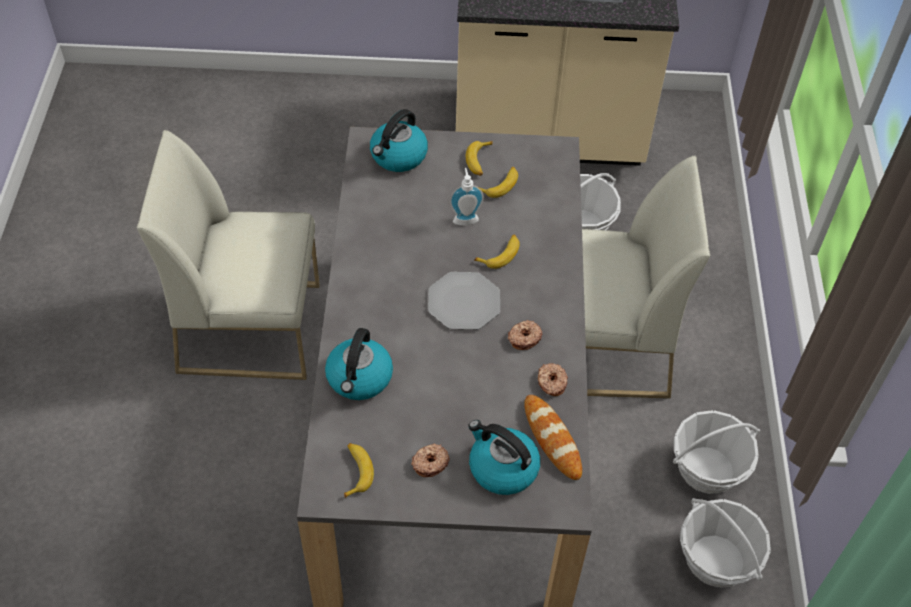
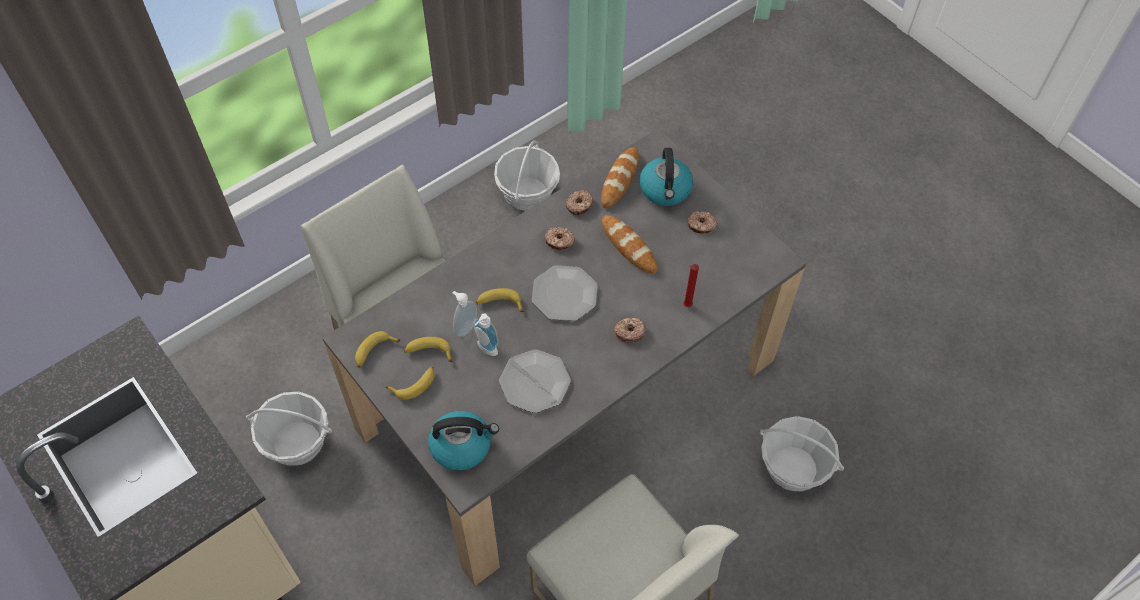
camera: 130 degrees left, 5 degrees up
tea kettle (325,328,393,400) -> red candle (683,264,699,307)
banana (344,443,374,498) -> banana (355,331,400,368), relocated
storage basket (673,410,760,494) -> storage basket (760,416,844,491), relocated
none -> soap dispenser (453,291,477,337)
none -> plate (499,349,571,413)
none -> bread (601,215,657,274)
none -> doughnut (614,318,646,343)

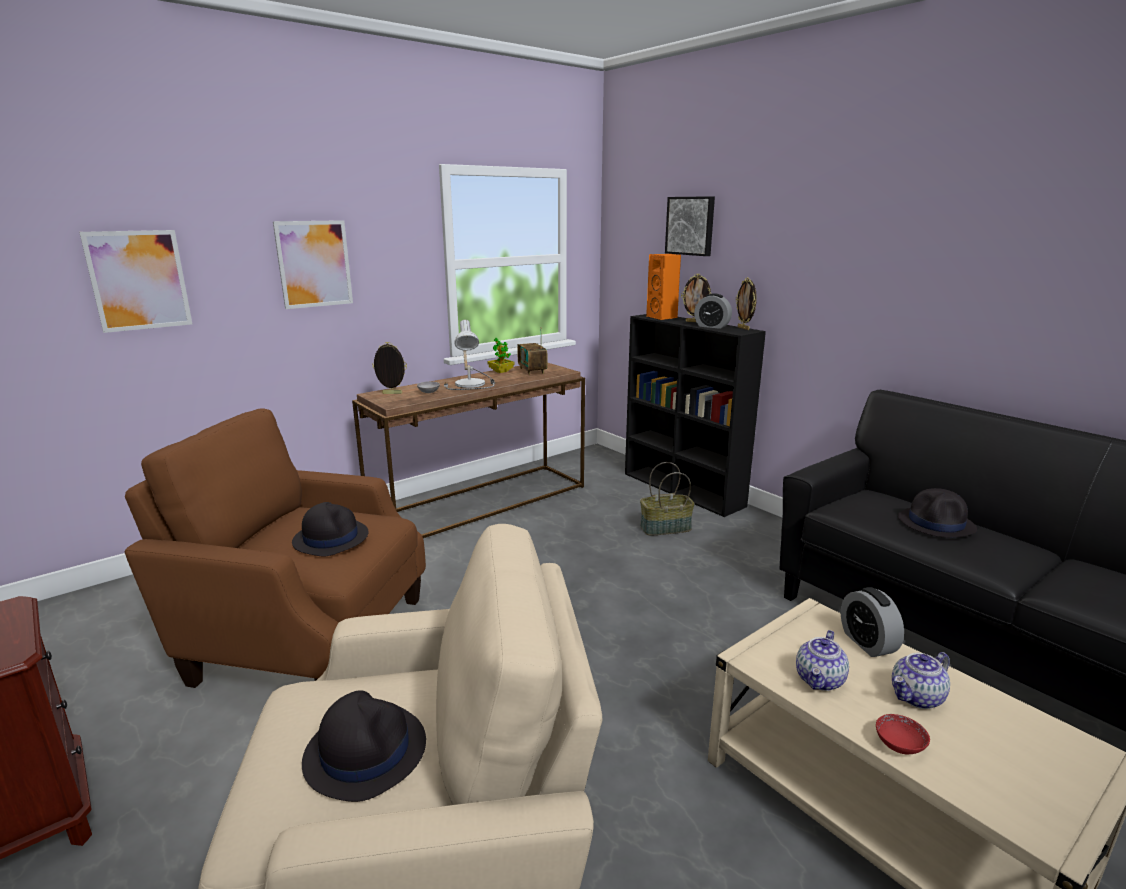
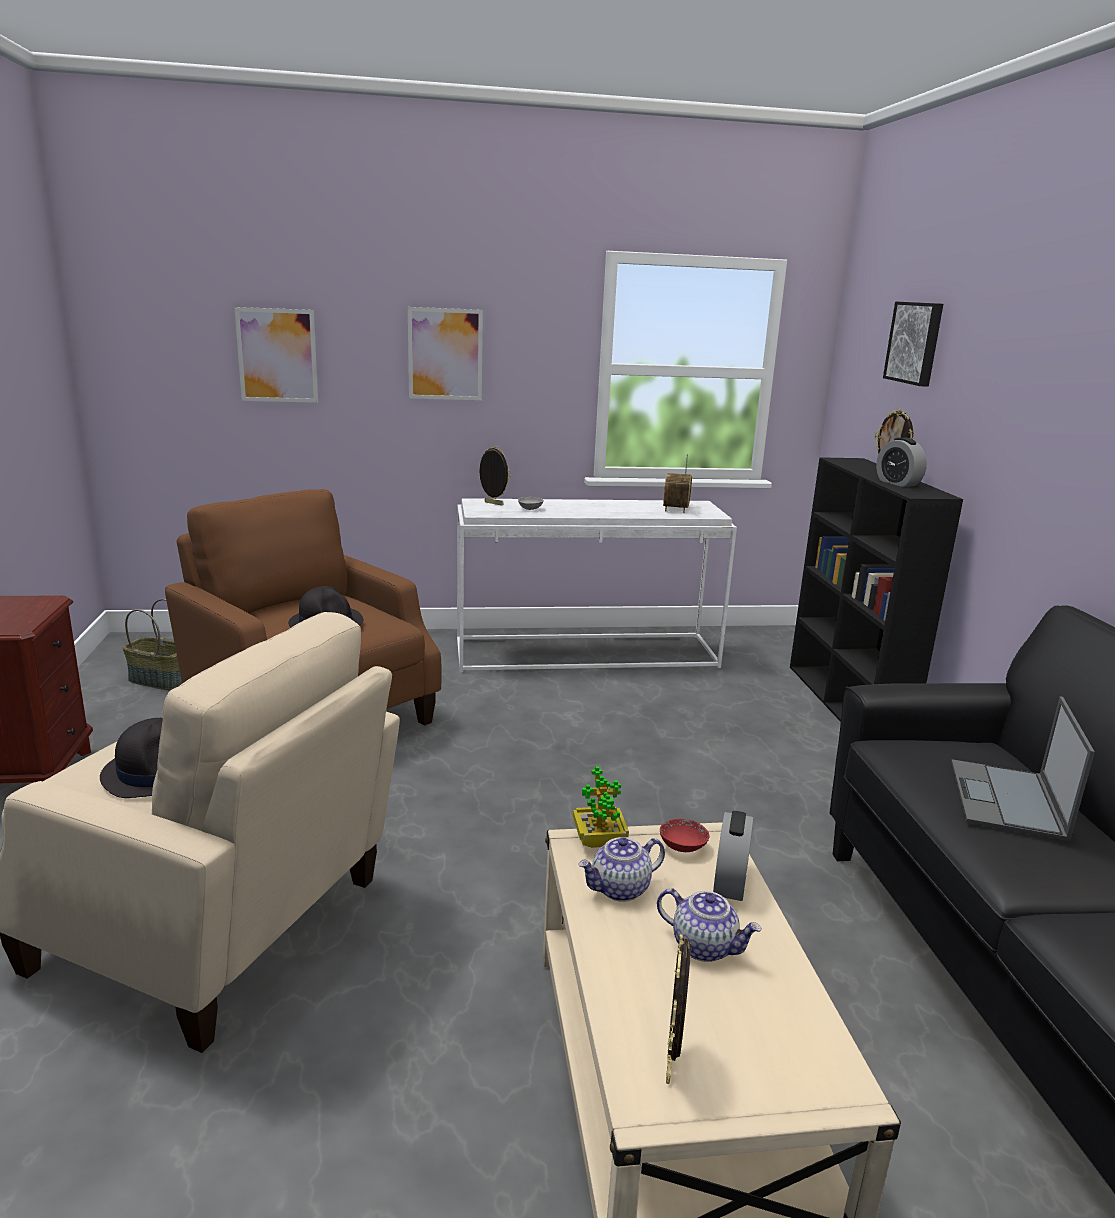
camera: 30 degrees right, 0 degrees up
brownish console table (352,363,585,538) -> white console table (457,498,737,672)
tabletop lamp (444,320,495,390) -> none
plant in a pot (487,338,515,373) -> plant in a pot (573,766,629,848), relocated
storage basket (640,462,695,535) -> storage basket (123,599,182,691), relocated
orange-coloured loudspeaker (646,254,681,320) -> none
standing frame (736,278,757,330) -> standing frame (666,934,691,1084), relocated
red serving bowl (876,714,930,754) -> red serving bowl (660,819,709,852), relocated
pot for tea (892,652,950,709) -> pot for tea (657,888,762,962), 150 degrees counterclockwise
black-coloured hat (898,488,977,538) -> laptop (951,696,1095,841)

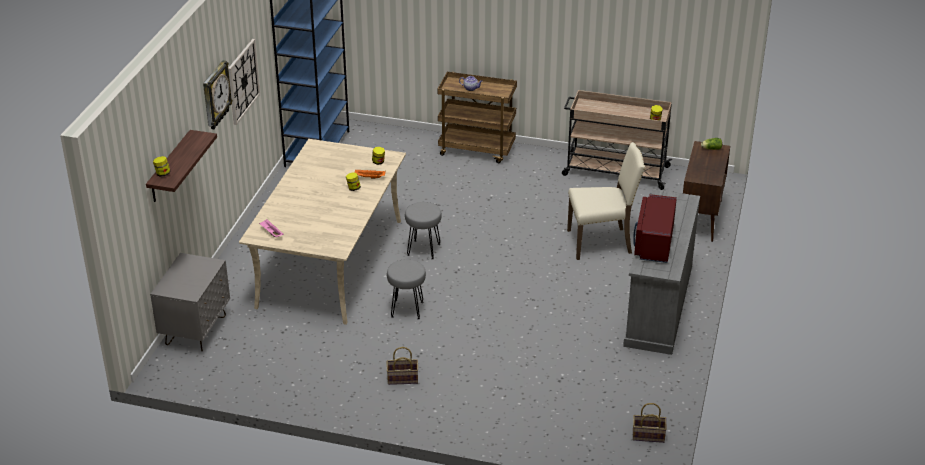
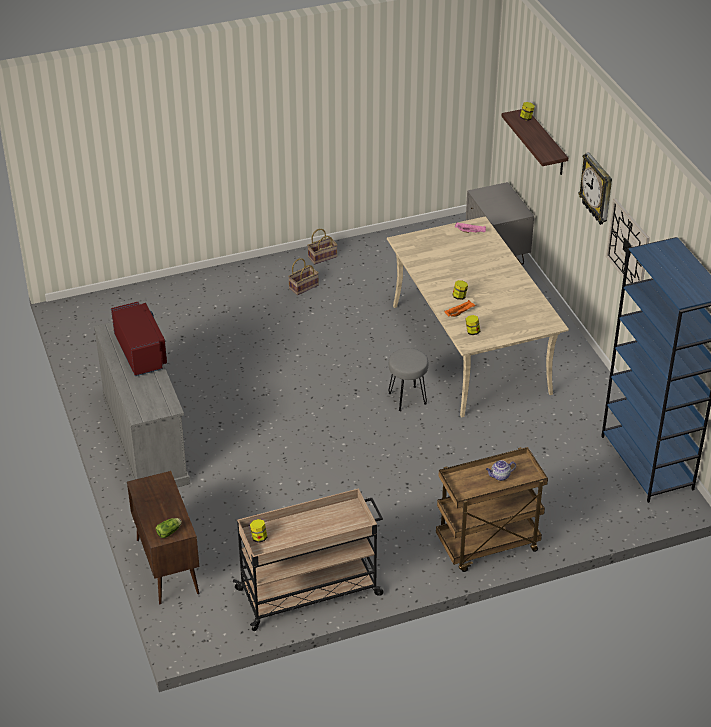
camera: 145 degrees right, 5 degrees up
greyish stool (387,259,426,320) -> none
beige-coloured plain chair (567,142,646,260) -> none
storage basket (633,403,667,443) -> storage basket (307,229,338,265), relocated

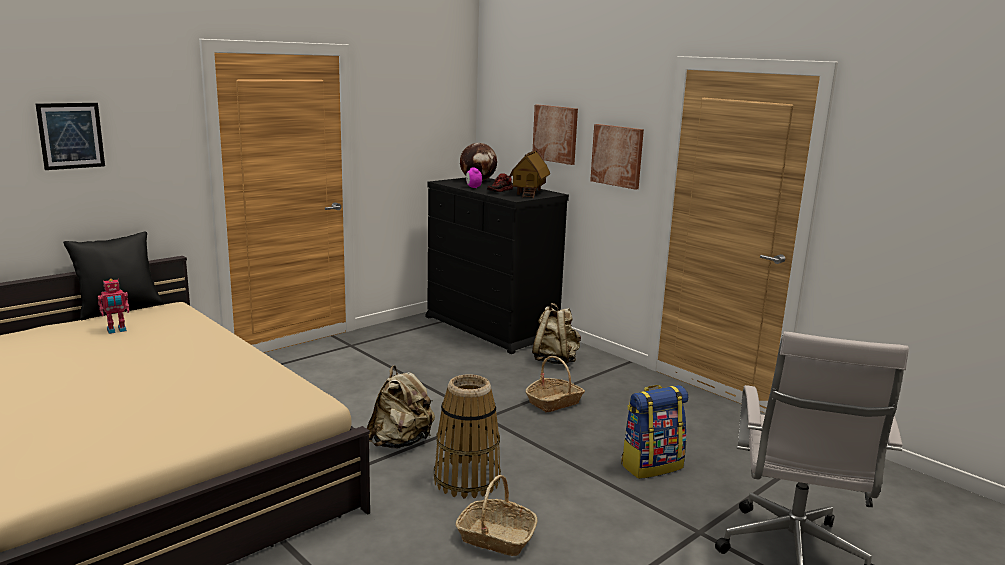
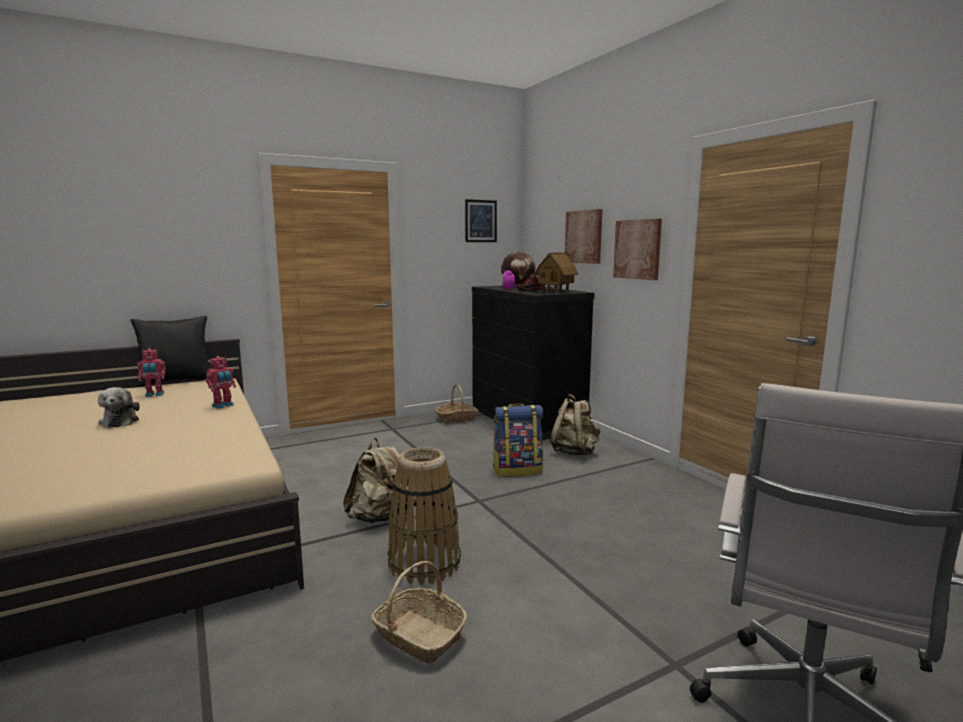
camera: 15 degrees right, 5 degrees down
picture (36,103,105,170) -> picture (465,199,497,242), relocated
storage basket (525,356,585,412) -> storage basket (435,384,479,423), relocated
knapsack (621,385,688,479) -> knapsack (493,404,543,477), relocated
none -> cuddly toy (98,387,140,428)
none -> model robot (206,356,236,409)

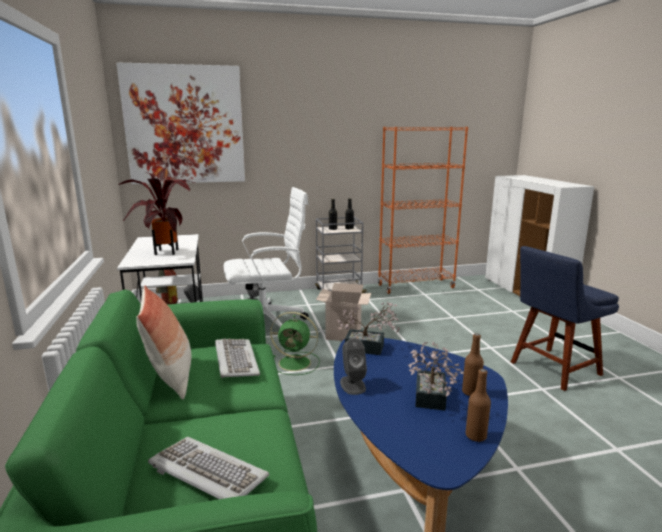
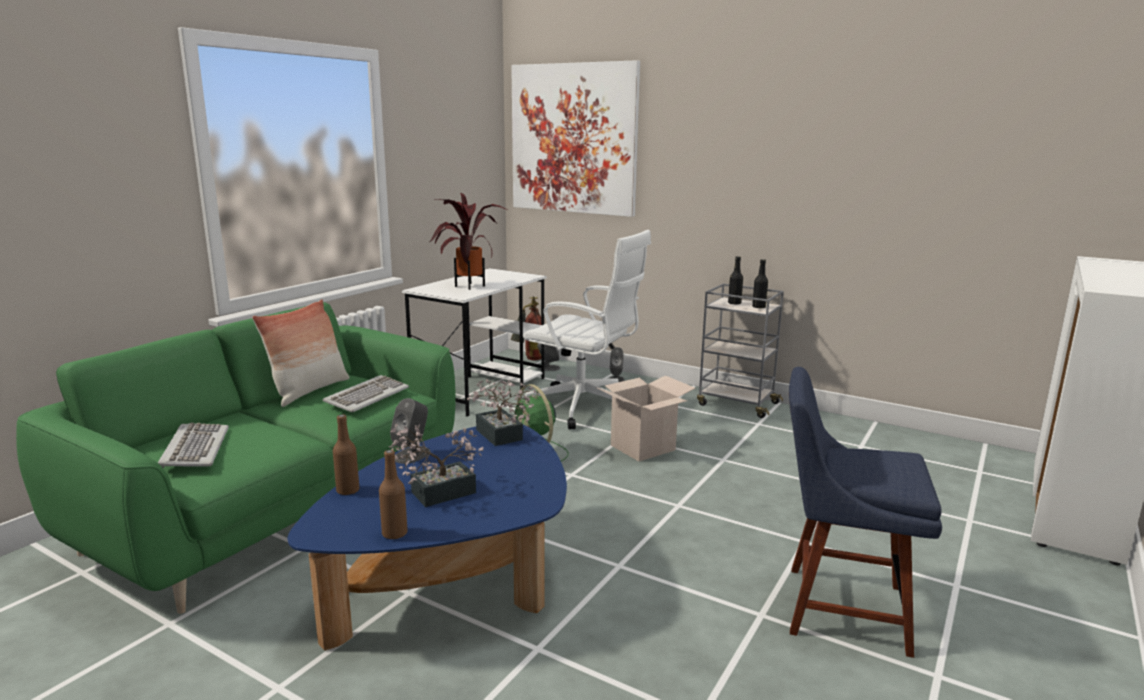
camera: 45 degrees right, 0 degrees up
orange-coloured bookcase (378,127,468,294) -> none
brownish drink bottle (462,333,484,396) -> brownish drink bottle (333,414,359,495), relocated

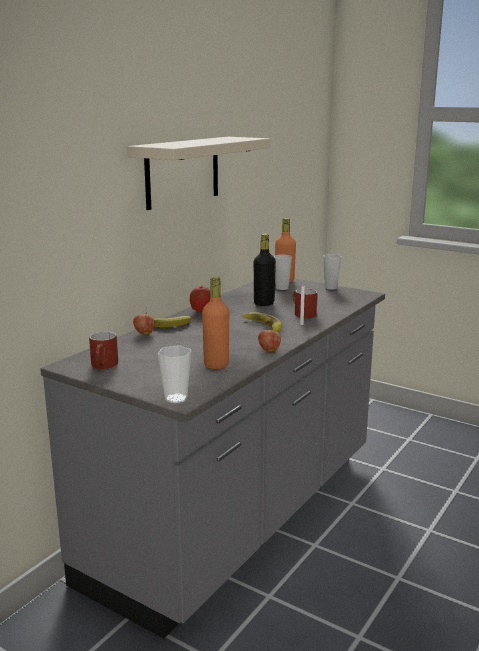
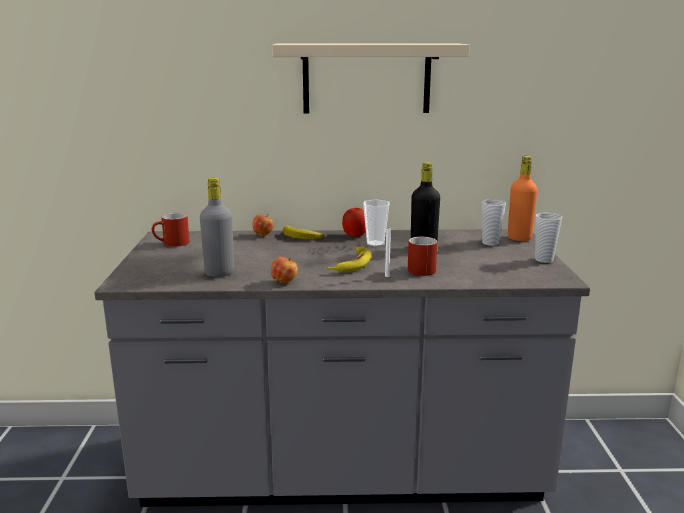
camera: 55 degrees right, 0 degrees up
small cup (158,345,191,403) -> small cup (363,199,389,247), relocated
orange-coloured drink bottle (202,276,229,369) -> greyish drink bottle (200,178,234,277)

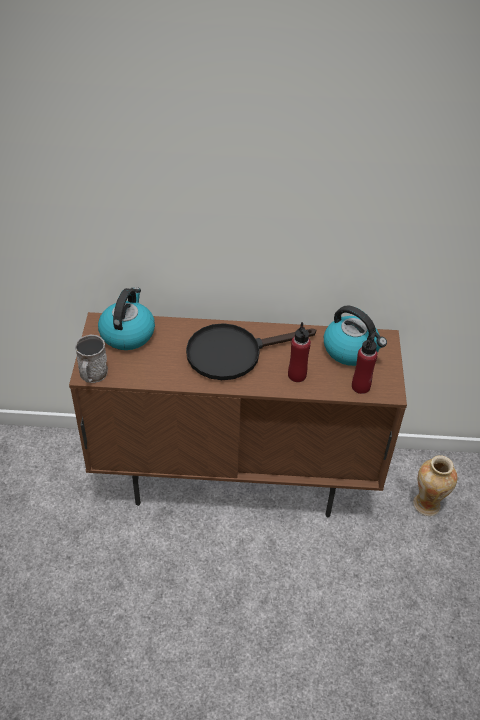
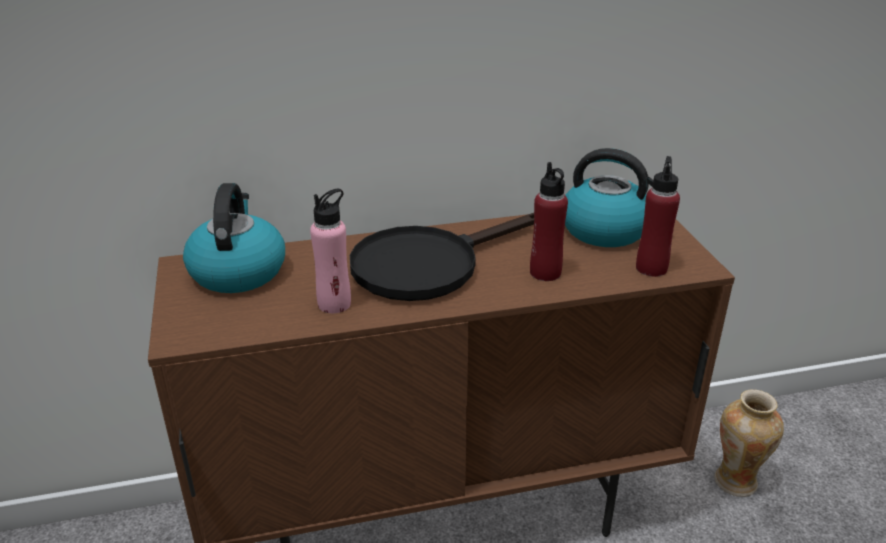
camera: 15 degrees left, 15 degrees down
greyish coffee mug (75,335,108,383) -> none
none -> pink drink bottle (310,189,351,313)

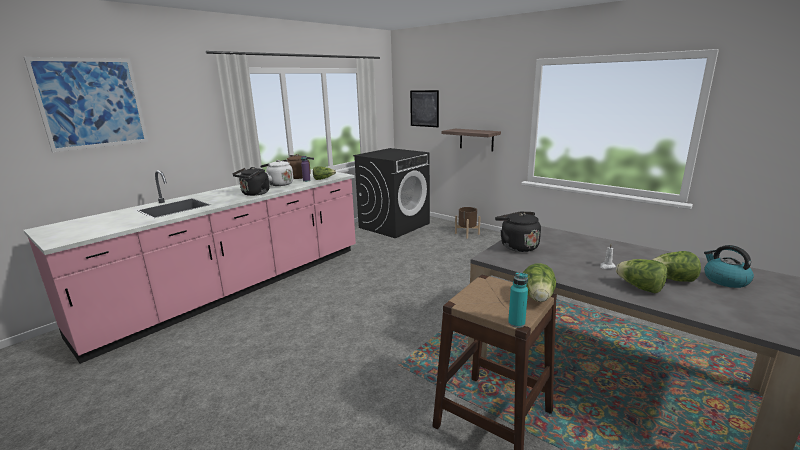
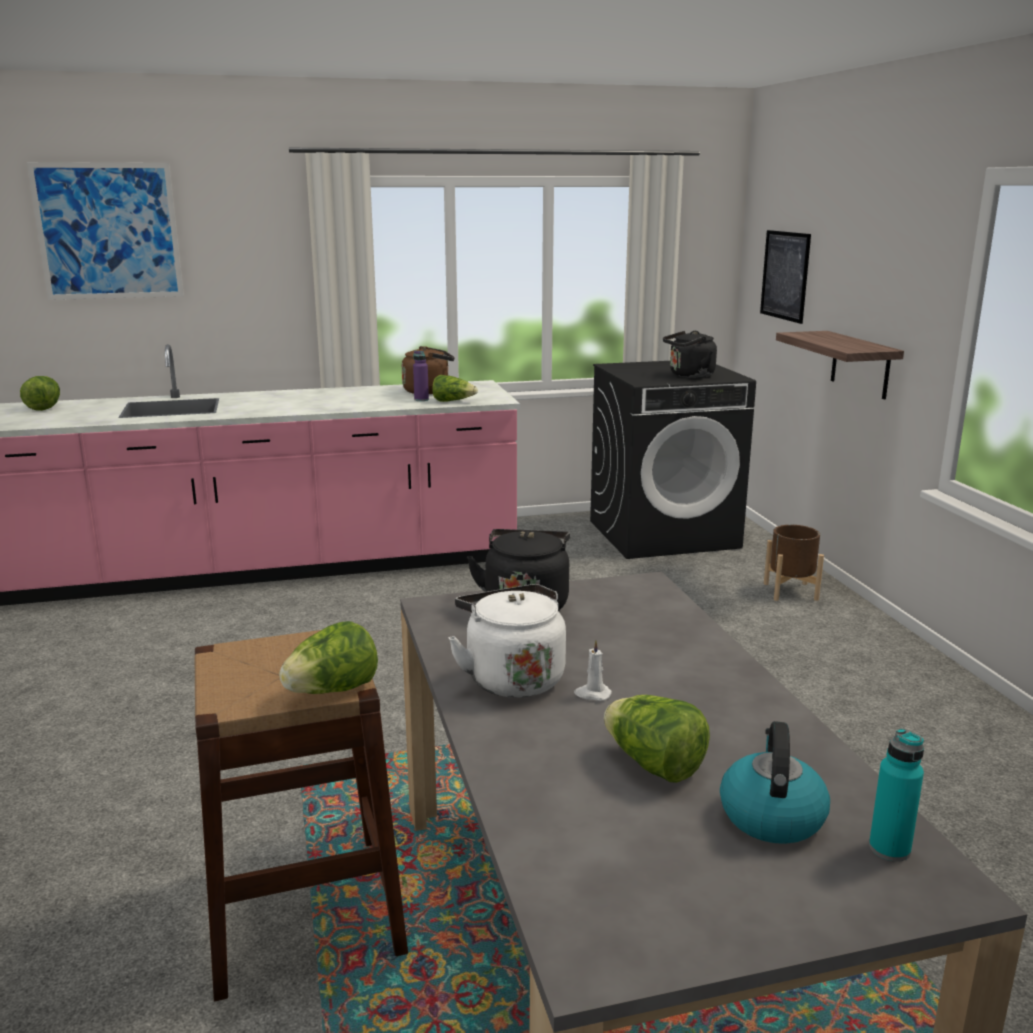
camera: 35 degrees right, 0 degrees up
black-coloured tea kettle (233,167,269,196) -> black-coloured tea kettle (663,331,717,378), relocated
white tea kettle (260,160,293,186) -> white tea kettle (448,584,566,698), relocated
turquoise drink bottle (508,272,528,328) -> turquoise drink bottle (869,729,924,862), relocated
lettuce head (616,259,667,293) -> lettuce head (20,376,60,411), relocated

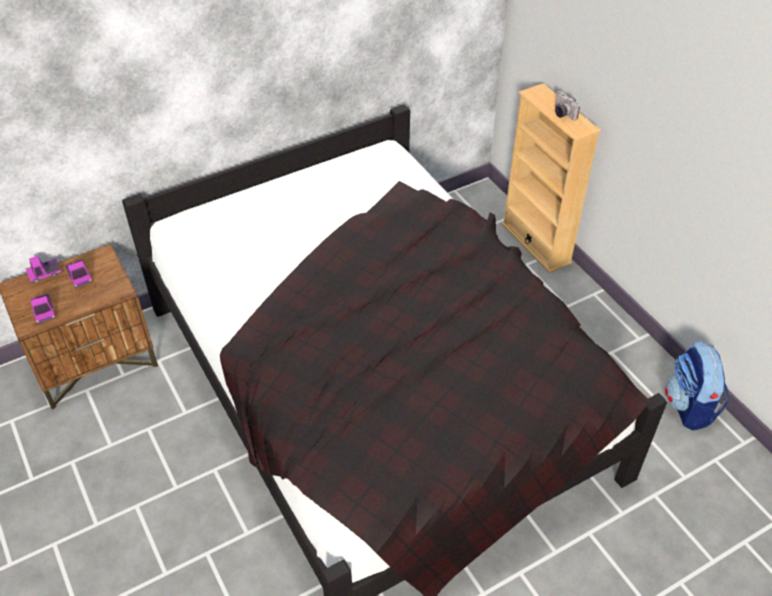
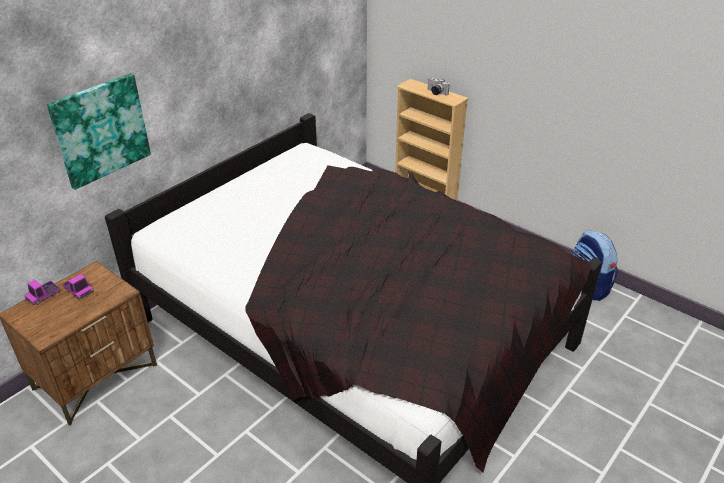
camera: 20 degrees left, 10 degrees down
model truck (30,294,56,324) -> none
none -> picture (47,73,151,190)

